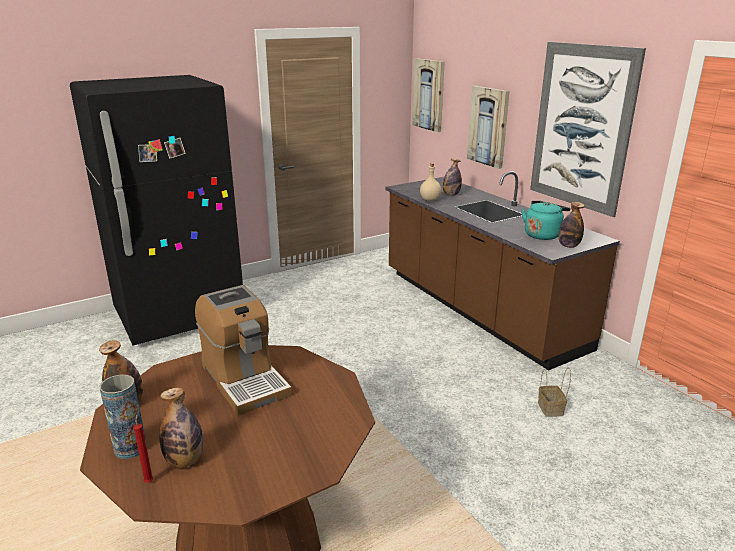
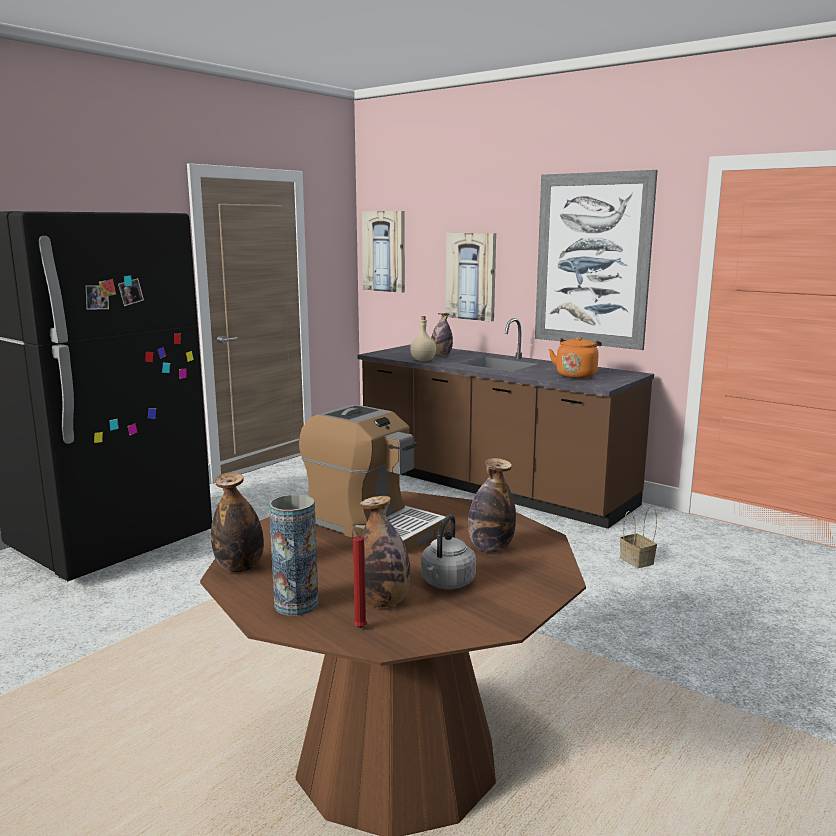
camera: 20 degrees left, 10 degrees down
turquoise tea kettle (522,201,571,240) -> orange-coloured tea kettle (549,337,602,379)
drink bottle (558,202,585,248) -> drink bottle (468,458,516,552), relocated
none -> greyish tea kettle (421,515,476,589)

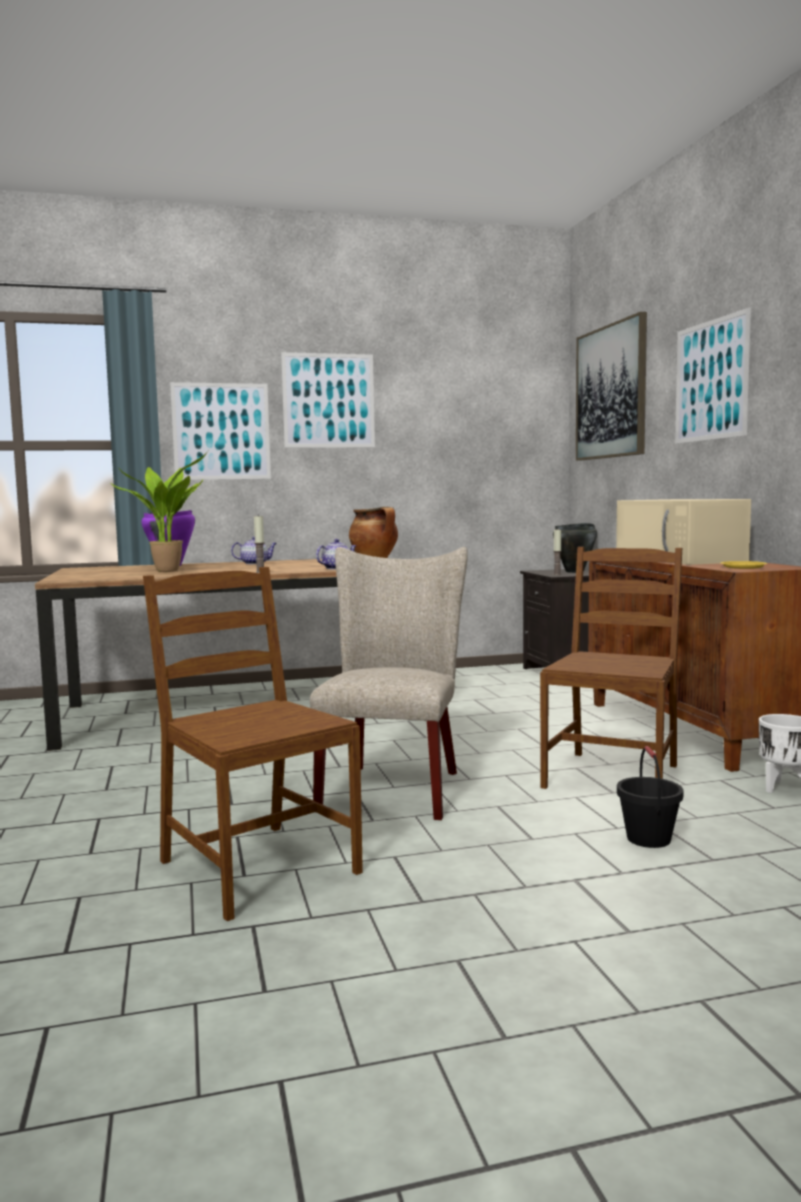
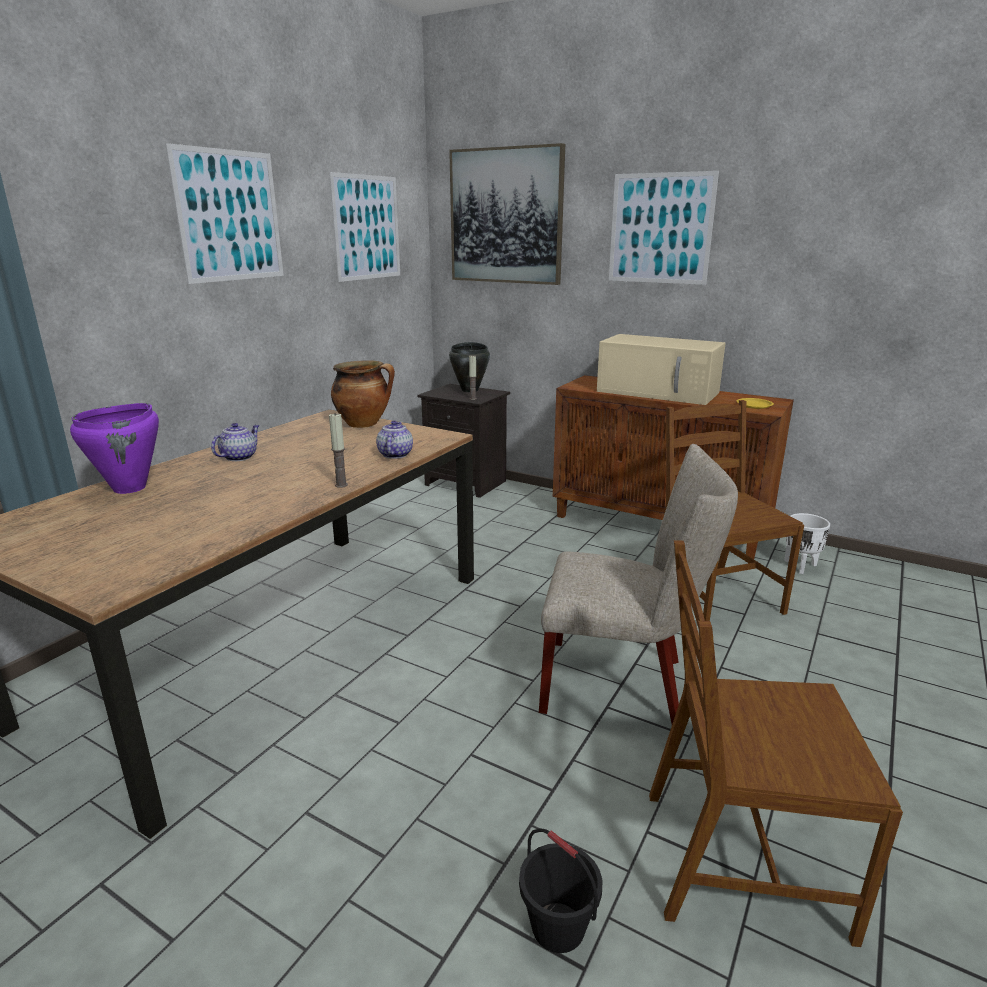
camera: 45 degrees left, 15 degrees up
plant in a pot (110,451,208,572) -> none
picture (170,382,271,480) -> picture (329,172,400,282), relocated
beige-coloured plain chair (310,547,468,820) -> beige-coloured plain chair (539,444,738,724), 135 degrees clockwise
black-coloured water bucket (617,746,684,848) -> black-coloured water bucket (519,828,602,953), relocated

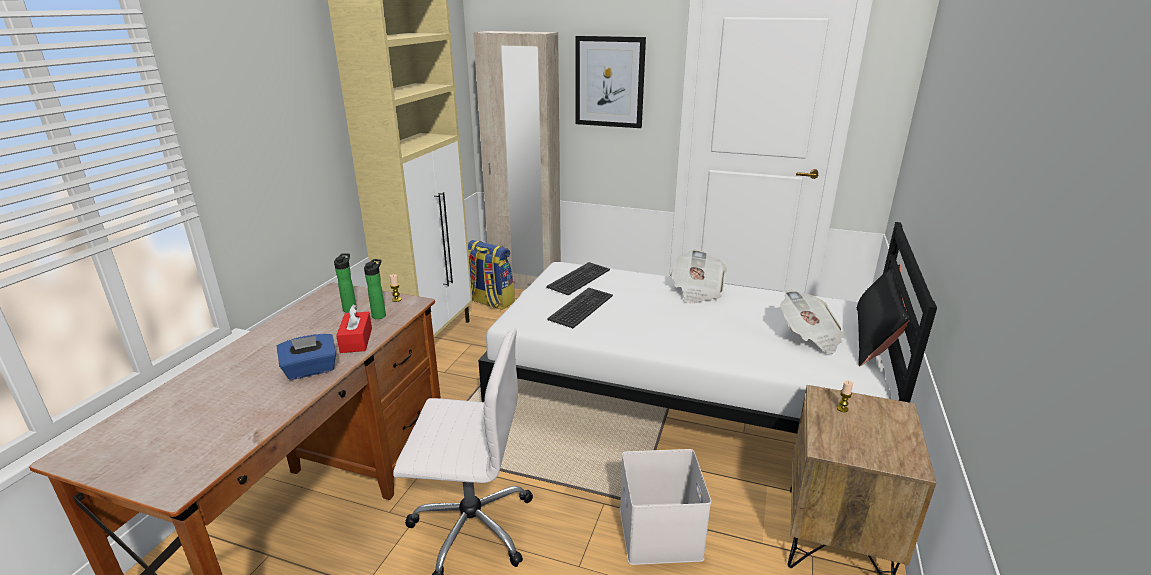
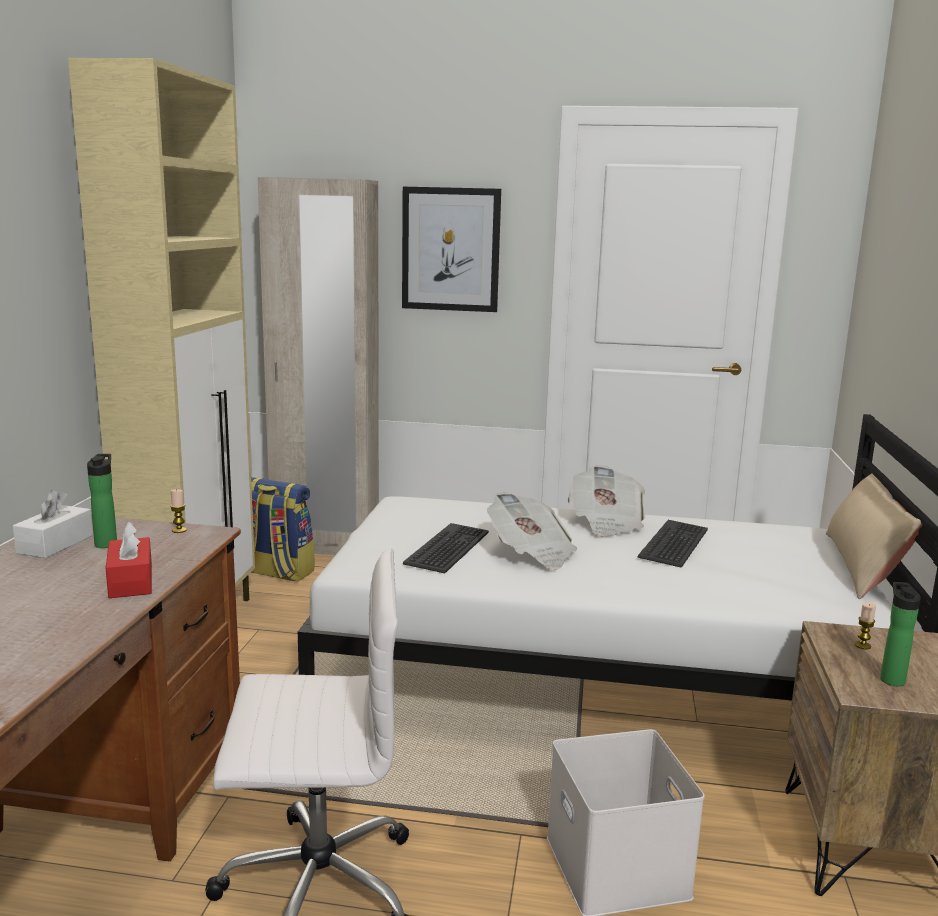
camera: 10 degrees left, 10 degrees down
blue tissue box (277,334,336,380) -> none
drink bottle (364,259,386,319) -> drink bottle (880,582,921,686), relocated
PC keyboard (546,262,610,295) -> PC keyboard (638,520,708,568), relocated
daily paper (780,290,846,354) -> daily paper (487,492,578,570), relocated
black-coloured cushion (856,264,910,367) -> beige-coloured cushion (826,468,923,599)
none -> white tissue box (13,490,92,558)

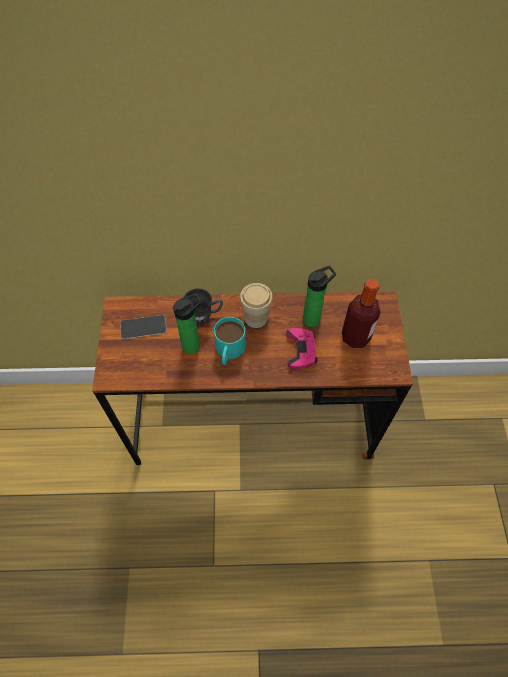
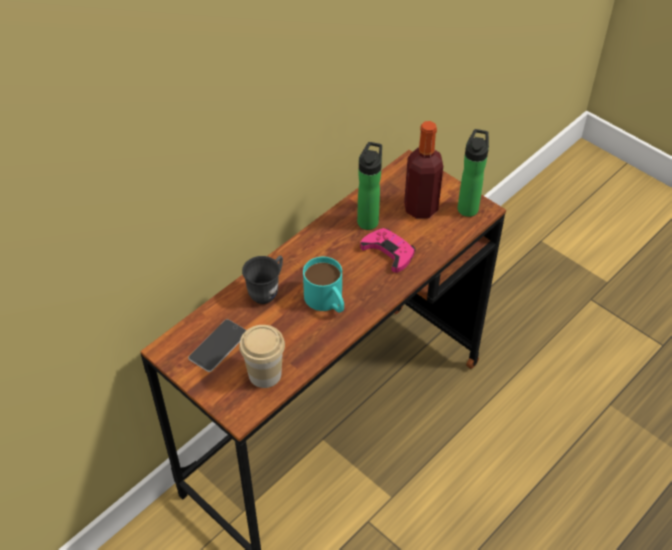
camera: 45 degrees left, 10 degrees down
drink bottle (173,293,201,354) -> drink bottle (458,129,489,217), relocated
small cup (240,283,273,328) -> small cup (239,325,285,388), relocated

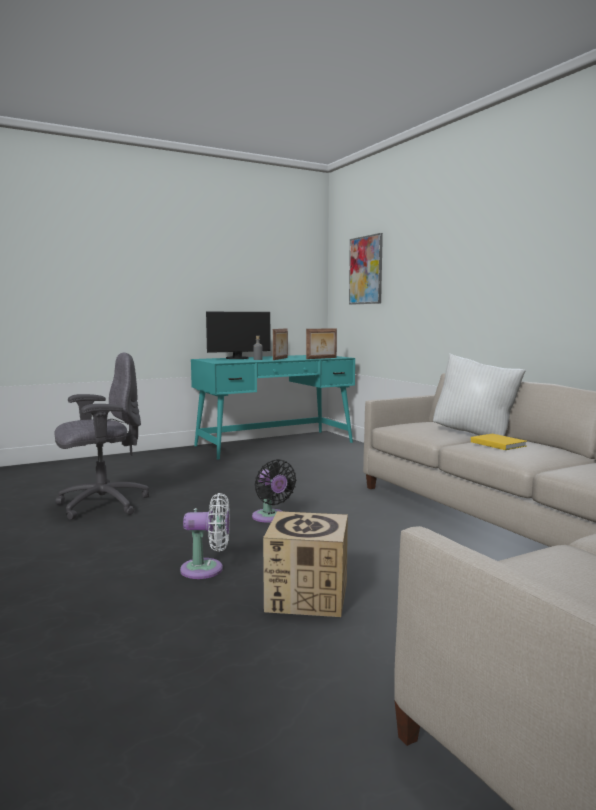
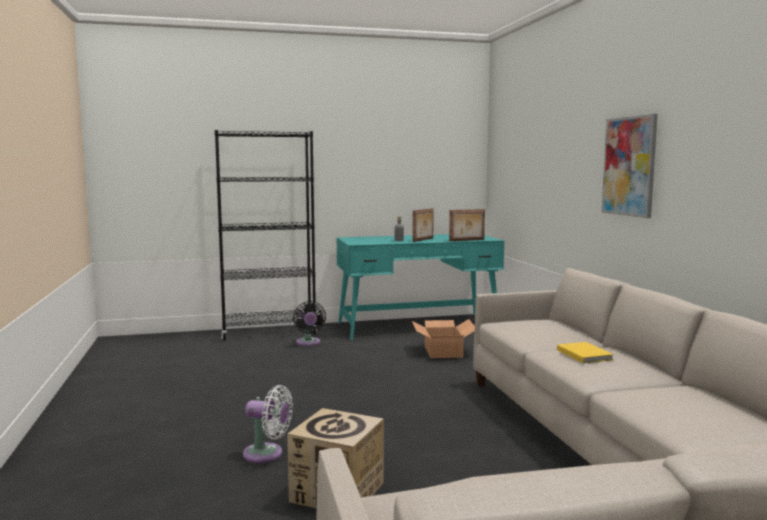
camera: 15 degrees right, 0 degrees up
greyish office chair (55,353,149,520) -> none
computer display (206,312,271,359) -> none
black-coloured electric fan (252,459,296,523) -> black-coloured electric fan (293,301,326,346), relocated
picture (349,233,383,305) -> picture (602,114,658,218), relocated
white cushion (433,353,526,436) -> none
none -> black-coloured bookcase (215,130,317,340)
none -> carton (412,319,475,358)

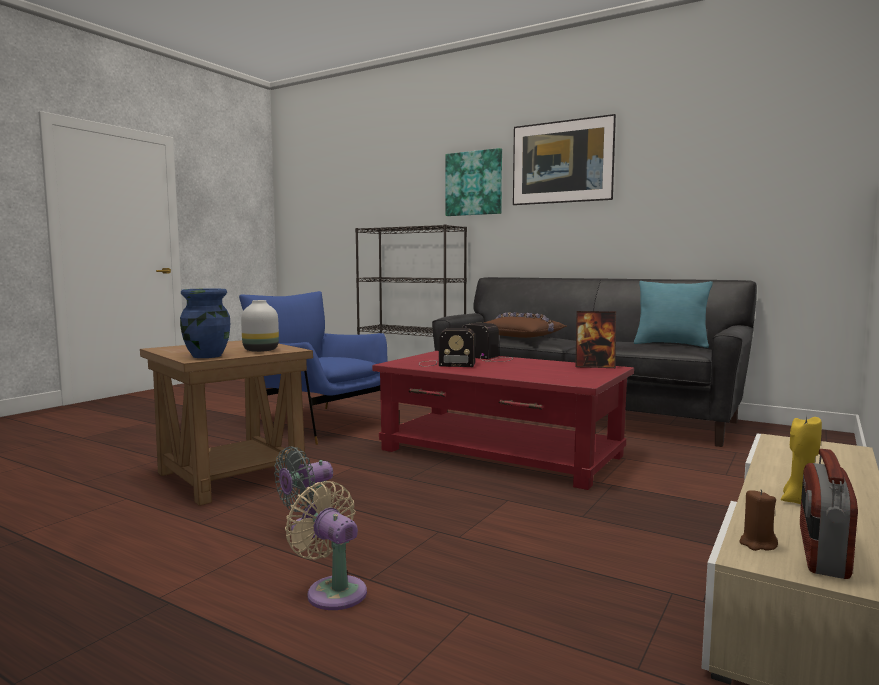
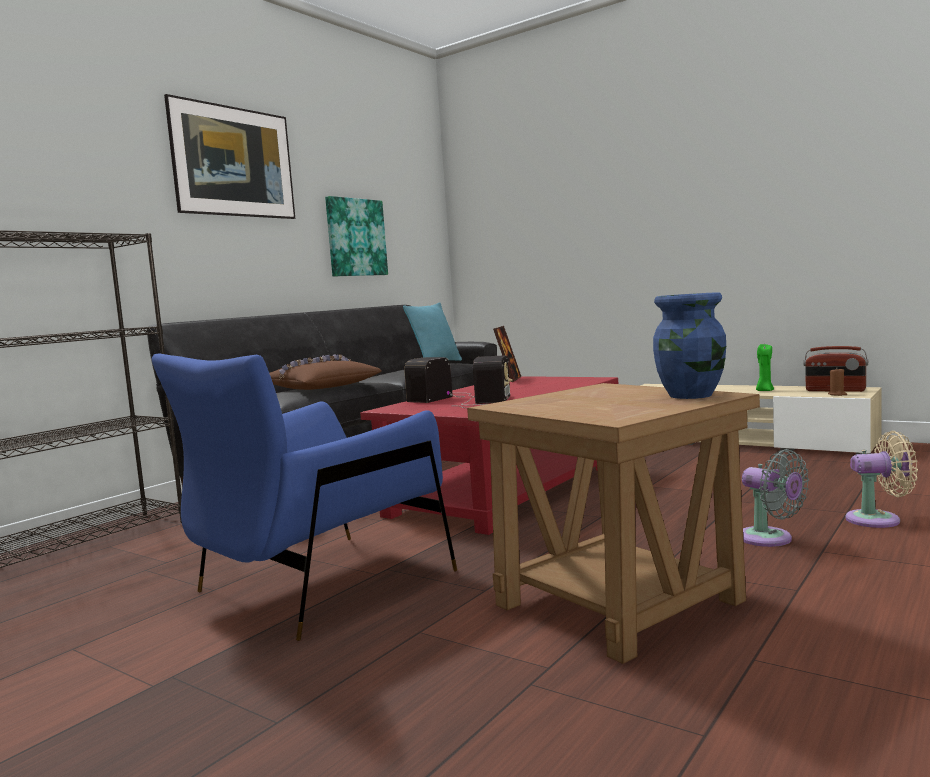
camera: 85 degrees left, 0 degrees up
white vase (241,300,279,352) -> none
beige-coloured electric fan (285,481,367,610) -> beige-coloured electric fan (845,431,918,528), 135 degrees counterclockwise
picture (445,148,502,216) -> picture (325,196,388,276), relocated
yellow-coloured candle (781,416,822,504) -> green candle (756,344,774,391)

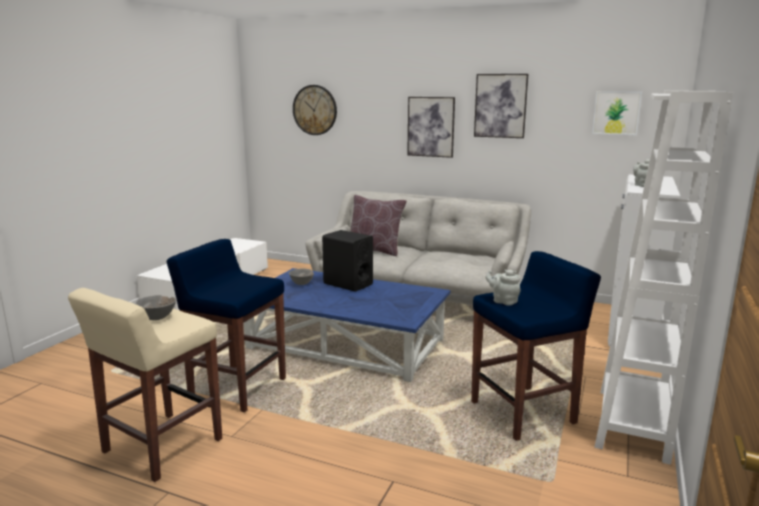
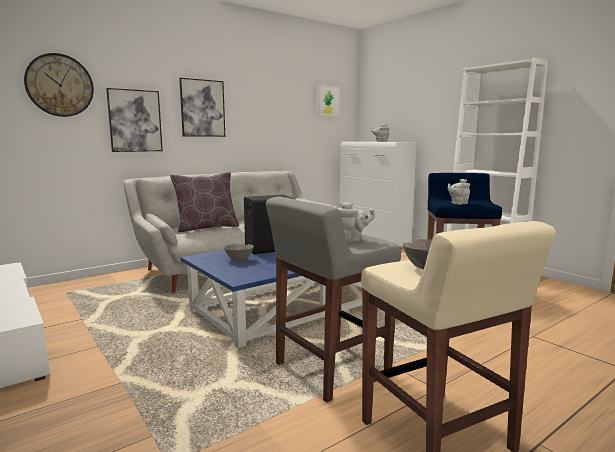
camera: 60 degrees left, 5 degrees down
blue stool (167,239,286,412) -> greyish stool (266,196,401,403)
picture (474,74,528,138) -> picture (106,88,163,152), relocated
none -> greyish pot for tea (338,202,375,242)

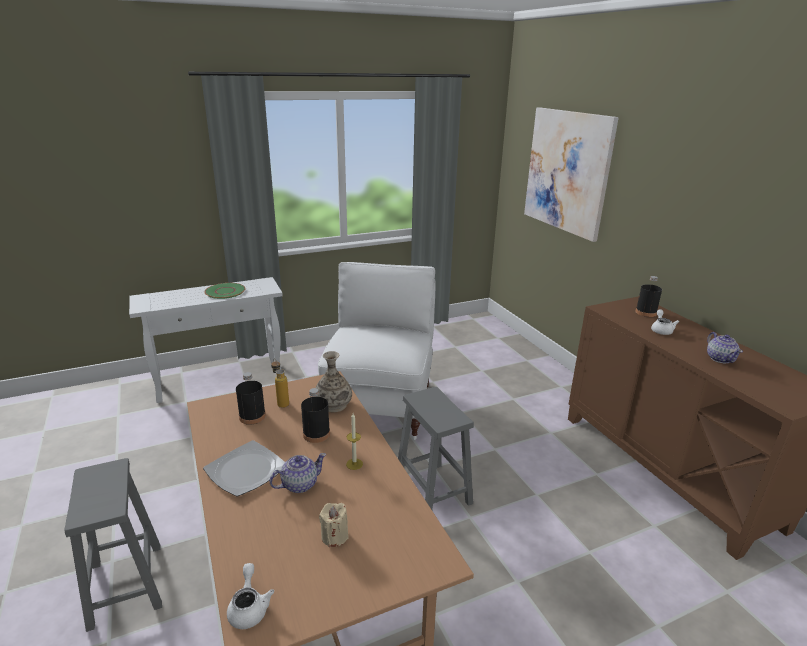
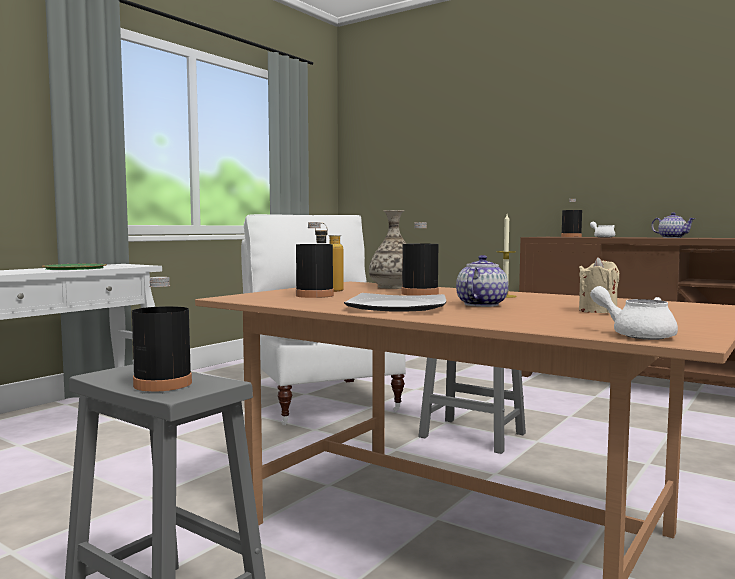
camera: 30 degrees left, 20 degrees down
picture (524,107,619,242) -> none
none -> black-coloured drink bottle (132,277,192,392)

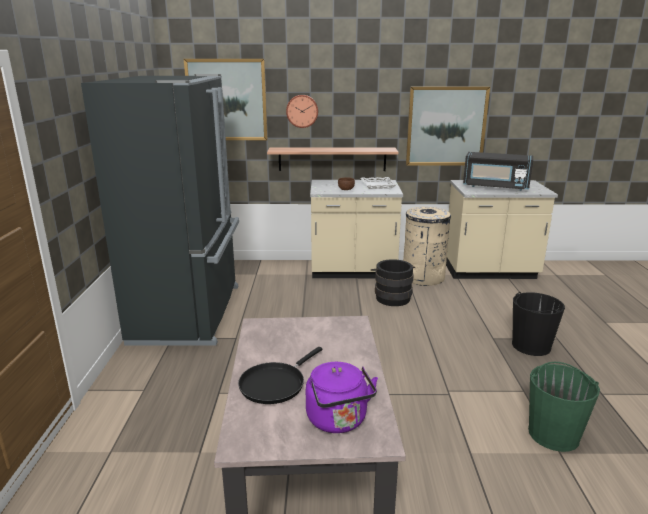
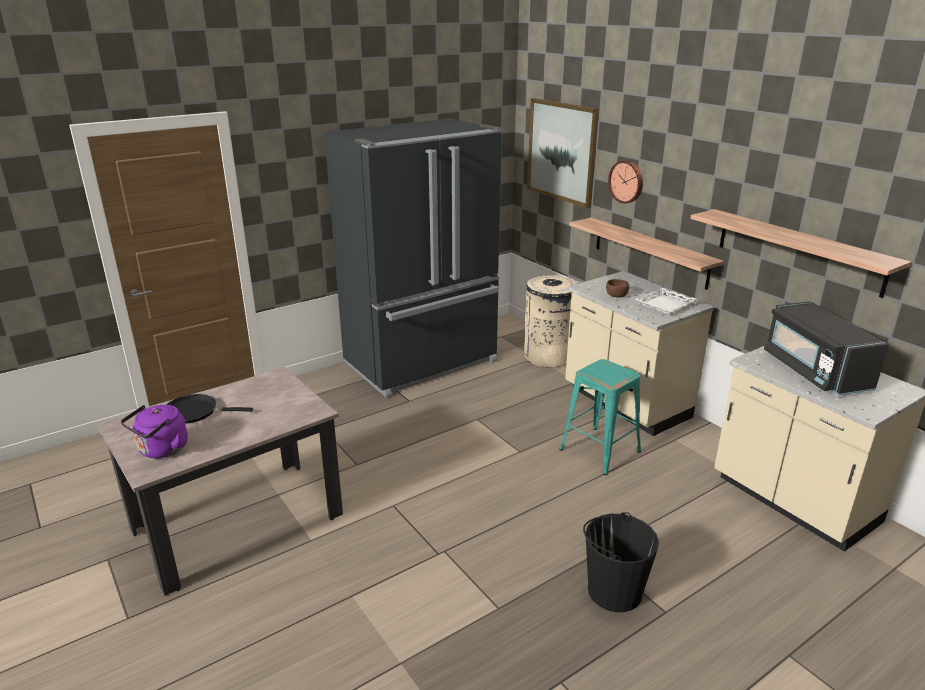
camera: 55 degrees right, 5 degrees up
black-coloured water bucket (371,259,415,306) -> turquoise stool (559,359,641,475)
beige-coloured rubbish bin (403,207,451,286) -> beige-coloured rubbish bin (524,275,577,367), relocated
picture (406,86,490,166) -> shelf (690,209,911,298)
green water bucket (528,362,600,452) -> none

